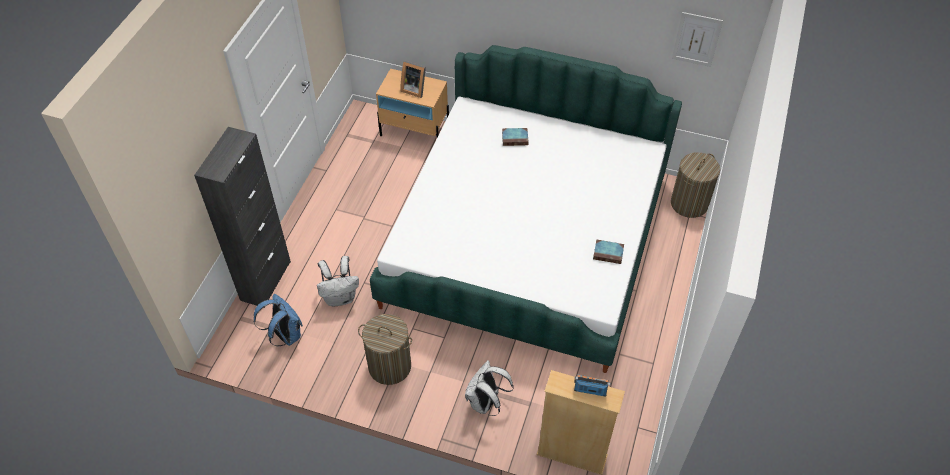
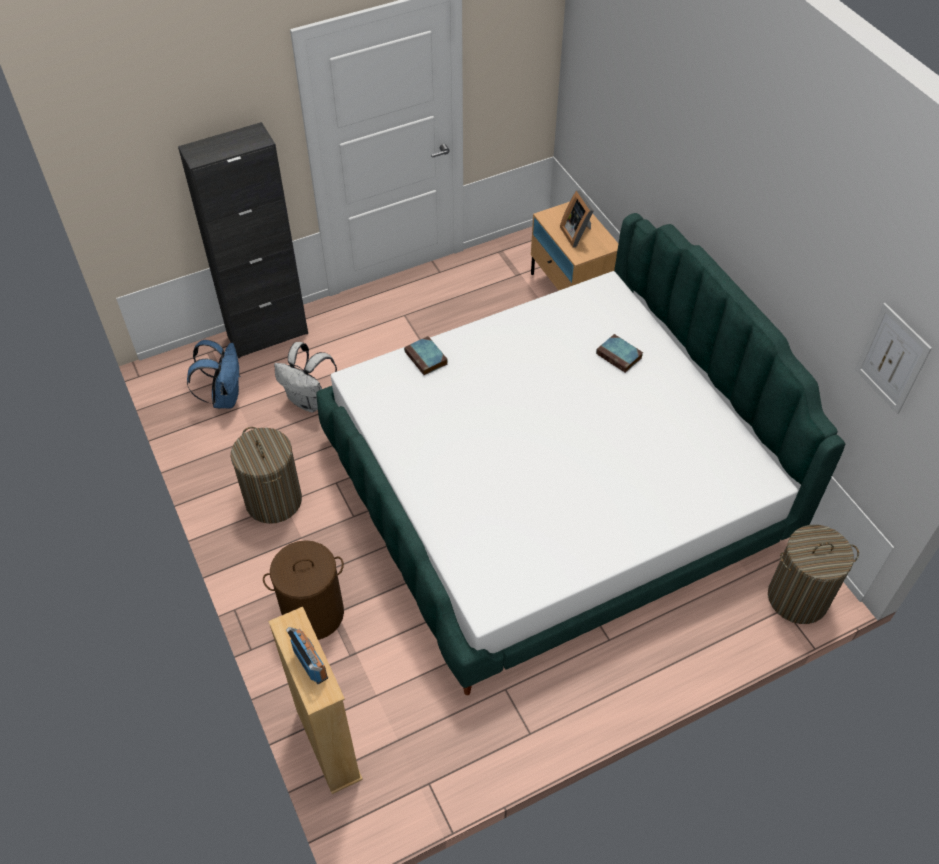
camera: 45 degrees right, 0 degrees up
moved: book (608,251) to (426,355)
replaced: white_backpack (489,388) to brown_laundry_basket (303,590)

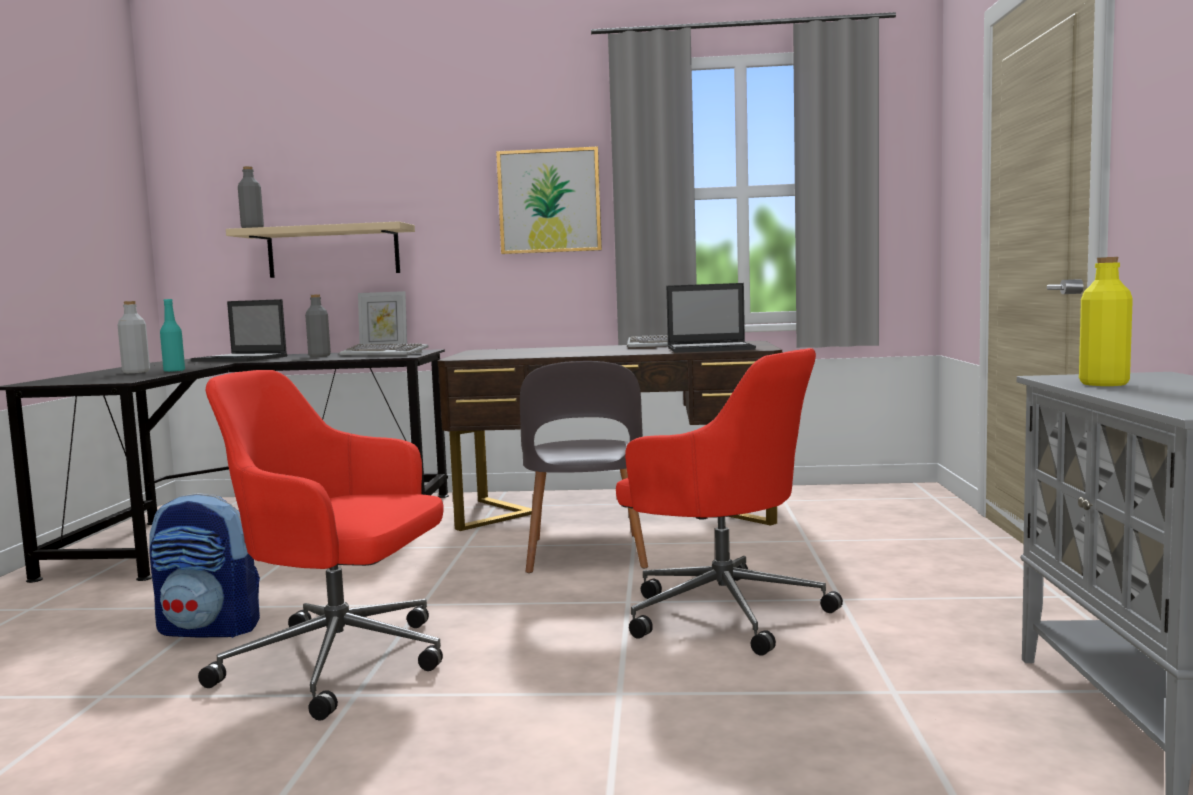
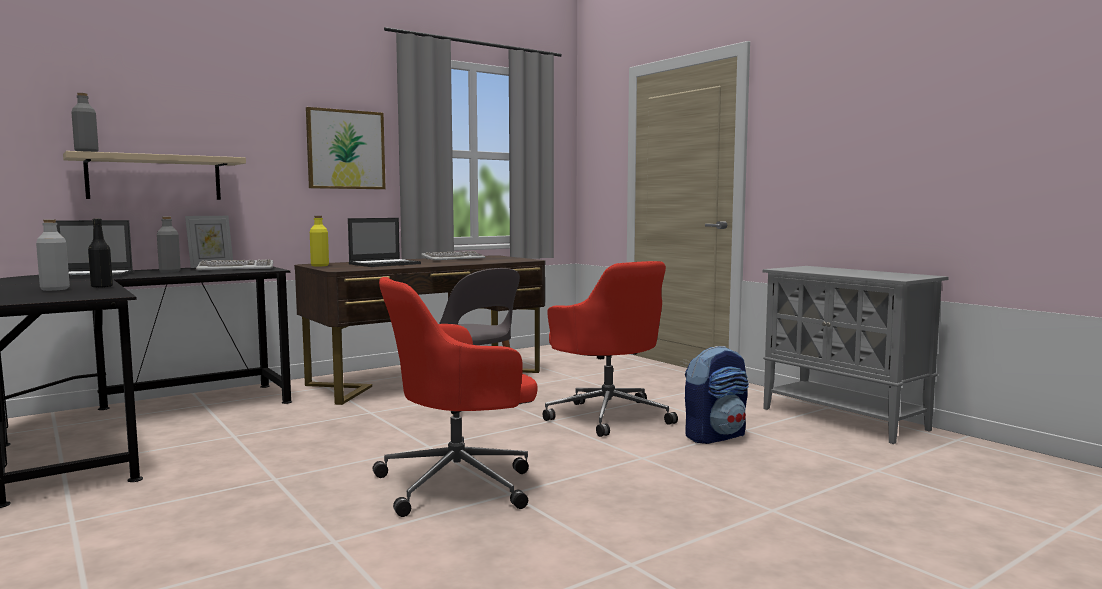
camera: 40 degrees left, 0 degrees up
moved: backpack (205,565) to (717,395); laptop (711,318) to (384,242); yellow_bottle (1106,321) to (319,241)
recoloured: turquoise_bottle (172,335) to black_bottle (100,253)
turned: red_office_chair (729,502) = (610,349) 60 degrees clockwise

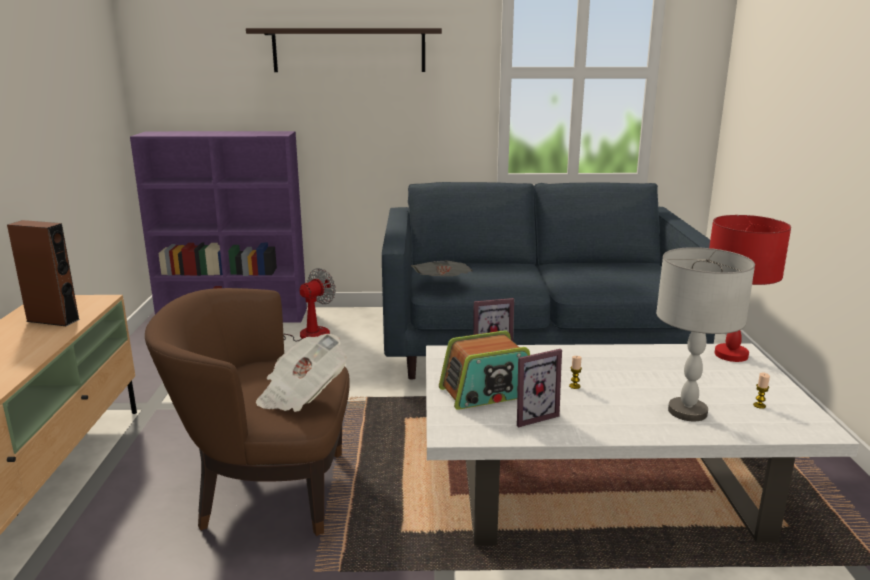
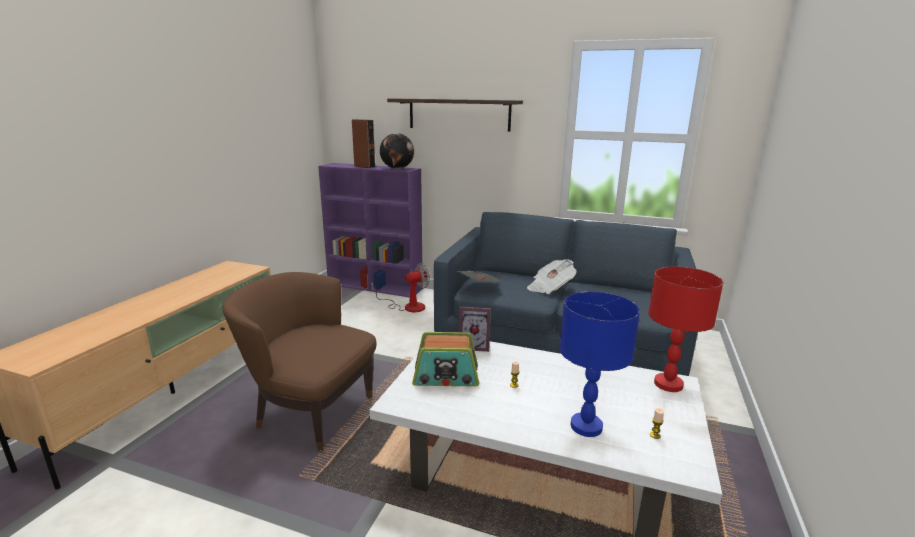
camera: 20 degrees right, 0 degrees up
removed: picture_frame (539,388)
added: globe (397,151)
moved: brown_speaker (43,273) to (363,143); newspaper (301,373) to (551,276)
recoloured: grey_table_lamp (705,334) to blue_table_lamp (599,364)

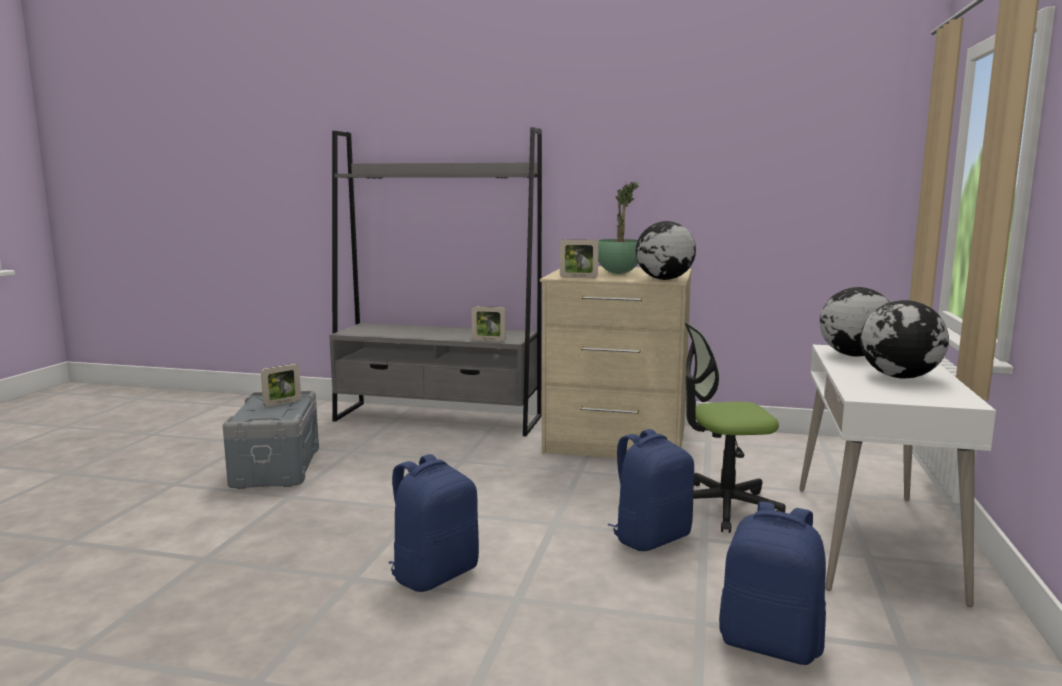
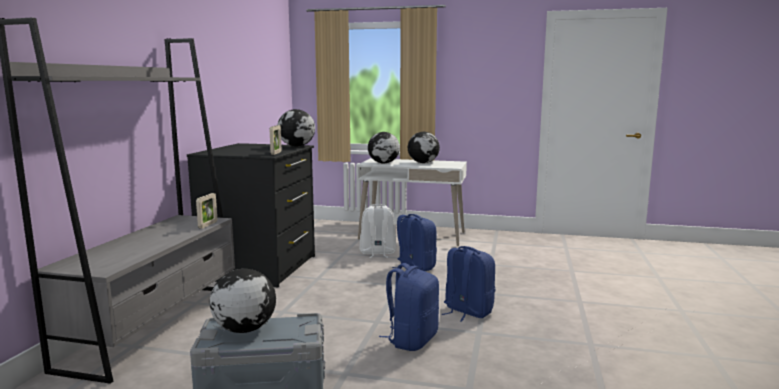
camera: 90 degrees left, 0 degrees up
removed: potted_plant (618,228)
moved: blue_backpack (772,583) to (409,307)
replaced: picture_frame (281,385) to globe (242,301); office_chair (735,427) to white_backpack (377,231)
recoloured: beige_dresser (616,362) to black_dresser (251,215)

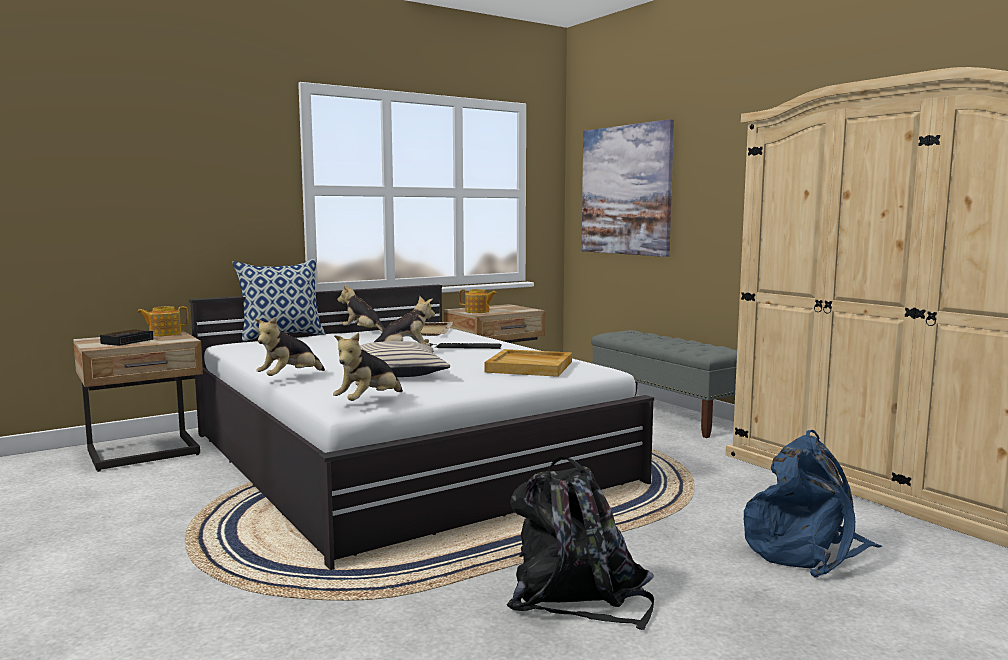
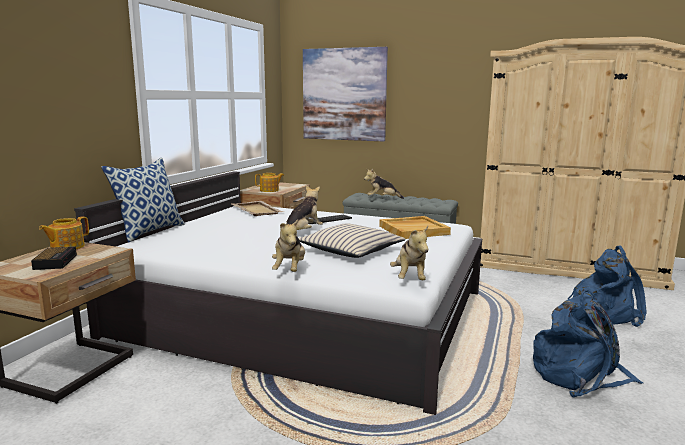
camera: 35 degrees left, 5 degrees up
moved: plush_toy (361,308) to (384,184)
recoloured: black_backpack (580,543) to blue_backpack (588,343)

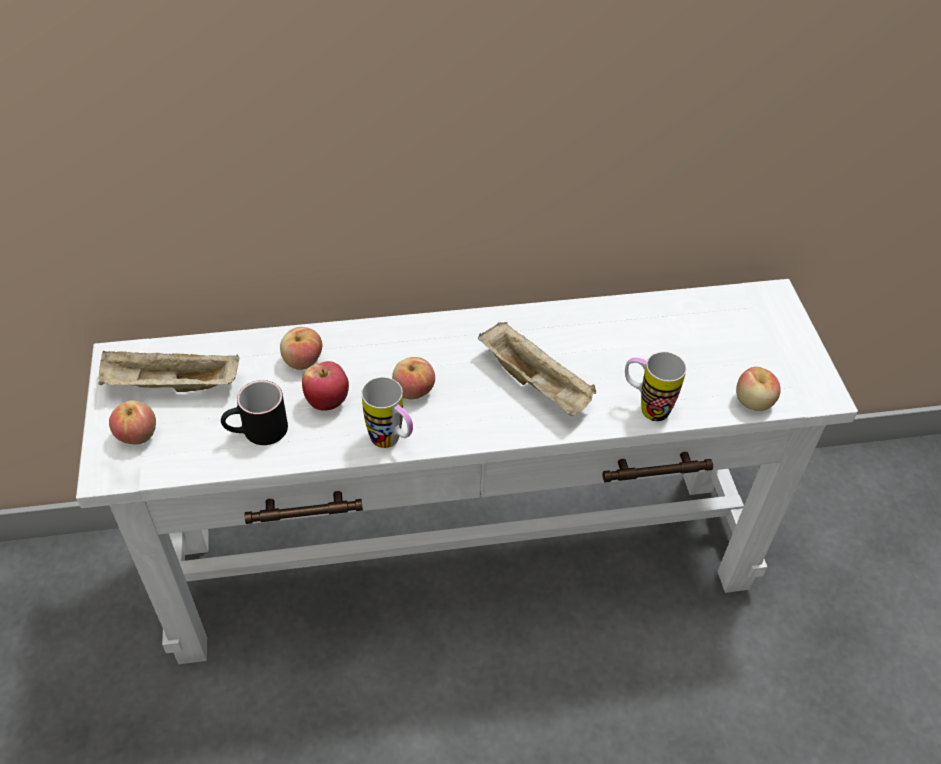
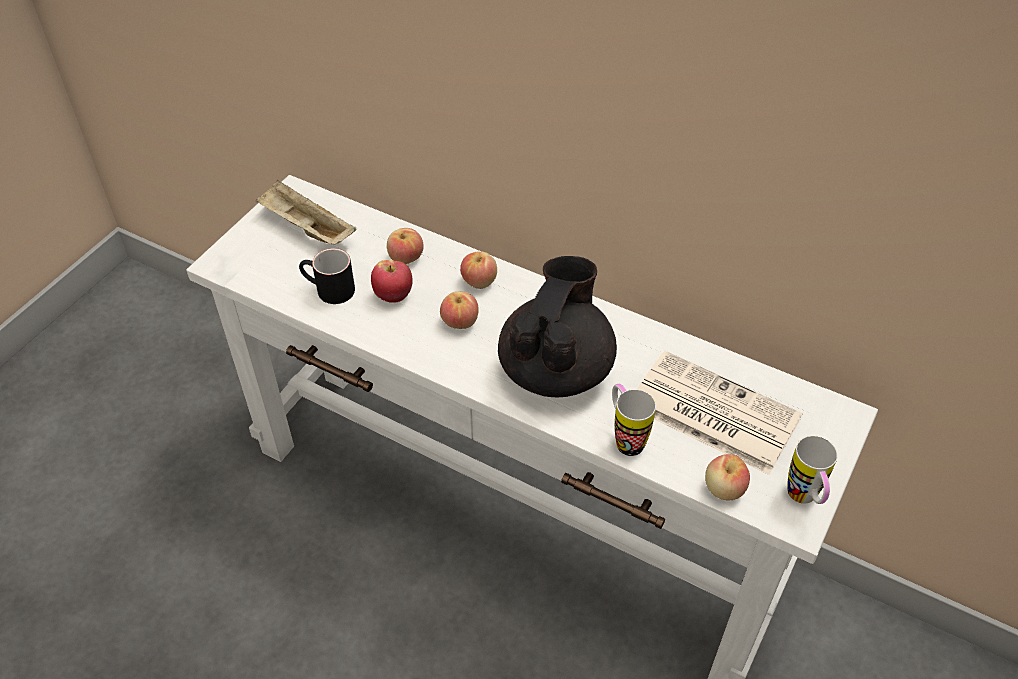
camera: 40 degrees right, 0 degrees up
added: newspaper (720,413)
moved: apple (132,422) to (478,270); mug (387,412) to (812,470)
replaced: beige_tray (536,369) to black_teapot (557,326)

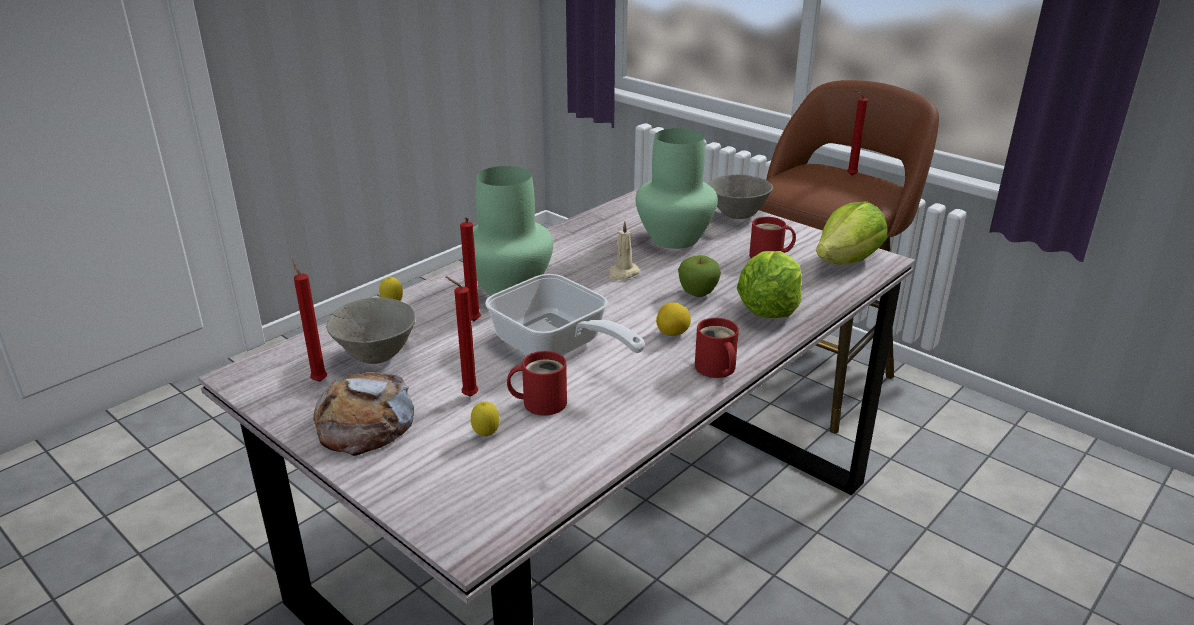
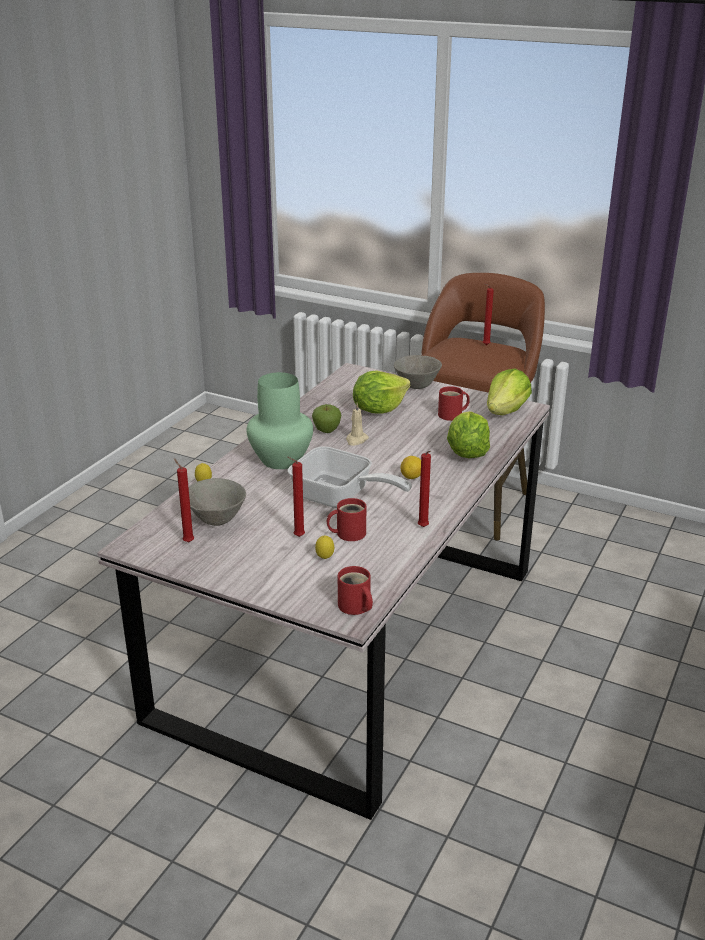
camera: 15 degrees left, 0 degrees up
removed: bread (363,414)
moved: red_candle (470,269) to (424,489); apple (699,276) to (326,418); red_mug (717,348) to (355,590)
replaced: green_vase (677,188) to lettuce (381,392)

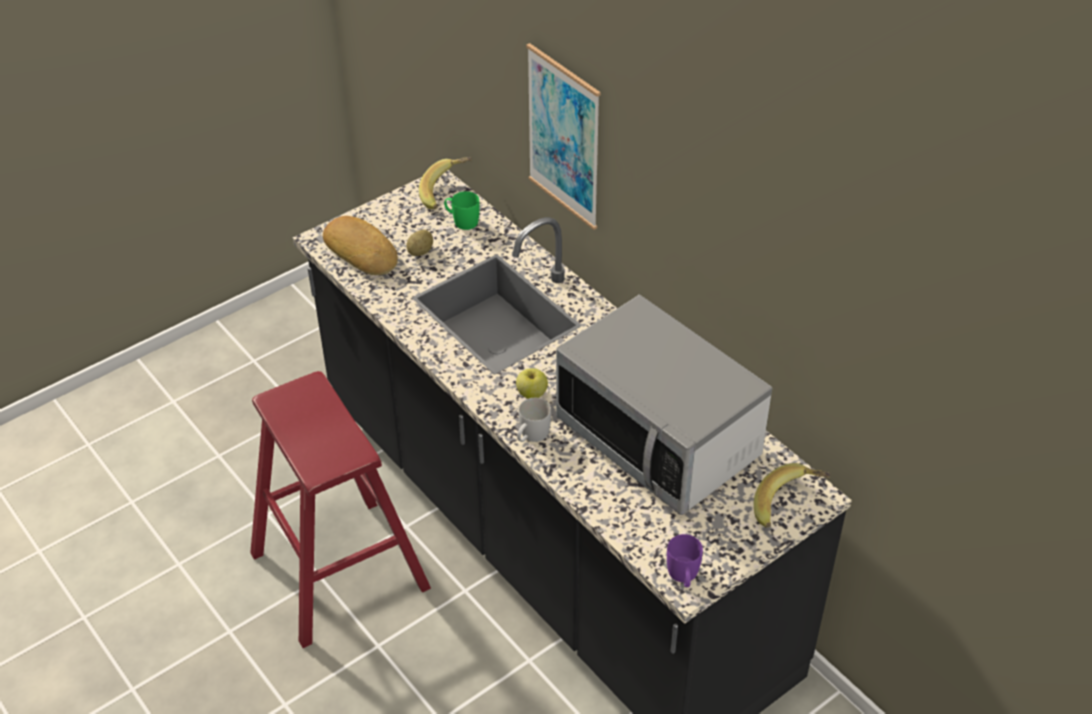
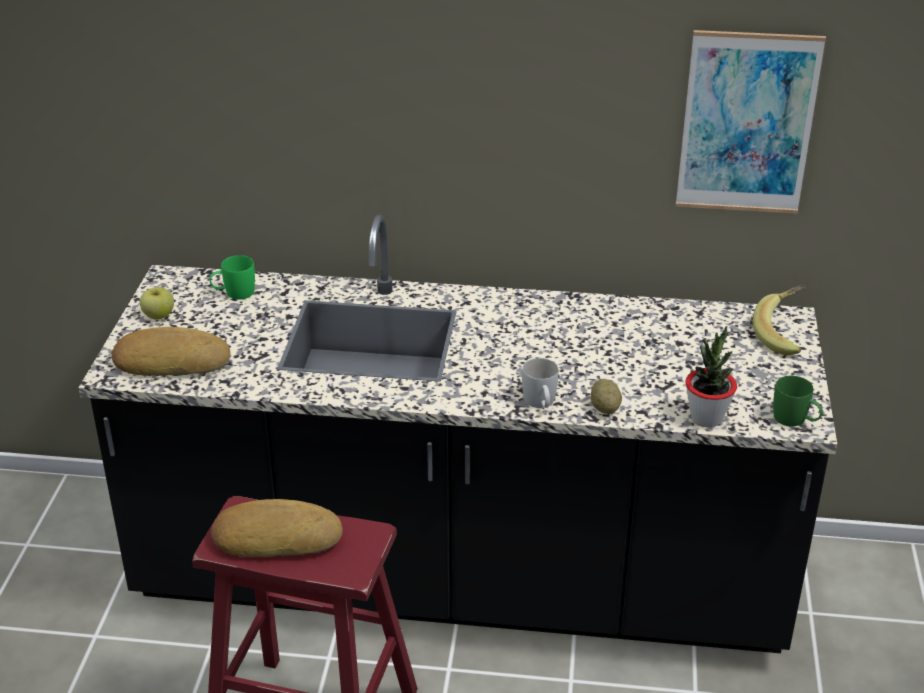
camera: 45 degrees left, 10 degrees down
removed: banana (445,183); microwave (664,405)
added: bread (277,528); potted_plant (711,376)
moved: potato (419,243) to (606,396); apple (532,383) to (157,303); picture (563,136) to (751,122)
recoloured: purple_mug (685,560) to green_mug (798,401)

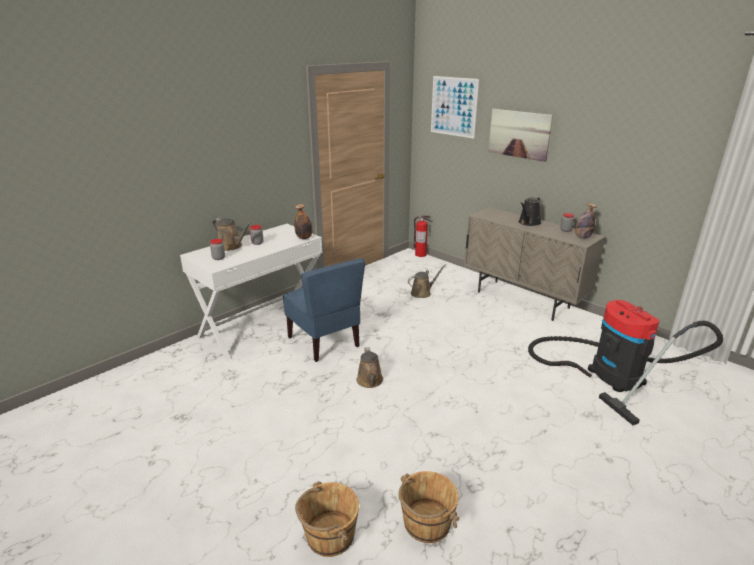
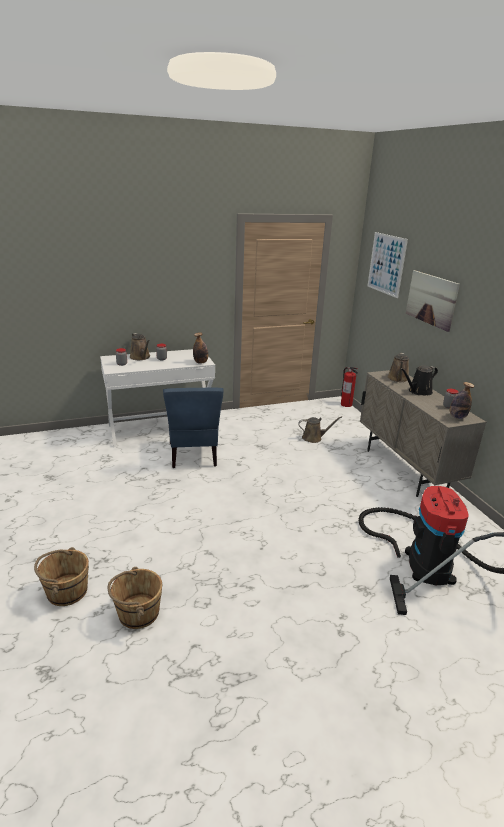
camera: 25 degrees right, 0 degrees up
moved: brown_watering_can (370,367) to (398,367)

